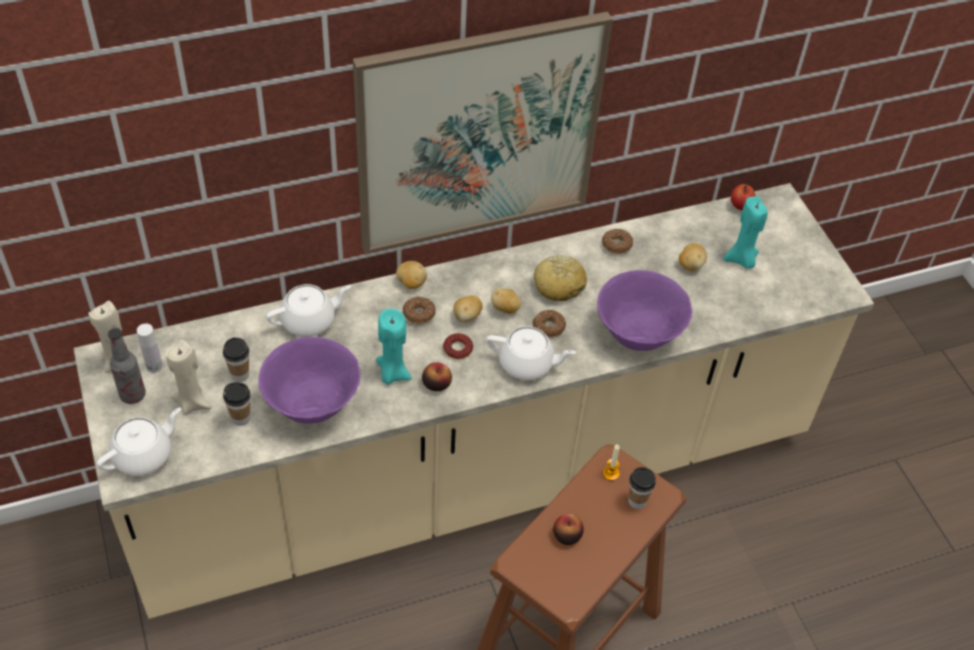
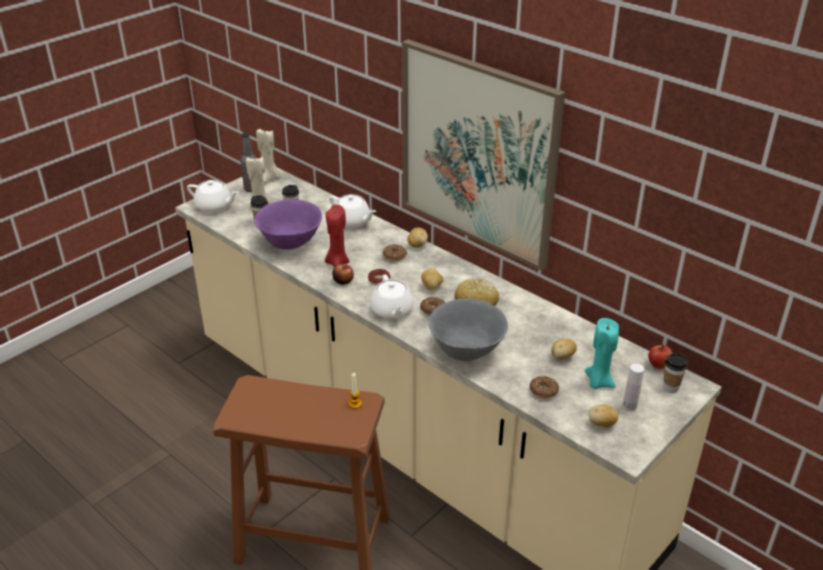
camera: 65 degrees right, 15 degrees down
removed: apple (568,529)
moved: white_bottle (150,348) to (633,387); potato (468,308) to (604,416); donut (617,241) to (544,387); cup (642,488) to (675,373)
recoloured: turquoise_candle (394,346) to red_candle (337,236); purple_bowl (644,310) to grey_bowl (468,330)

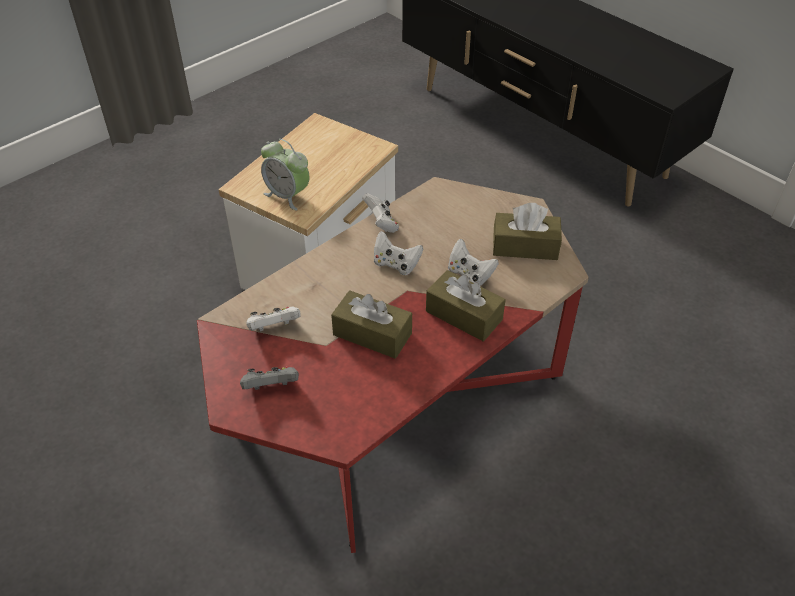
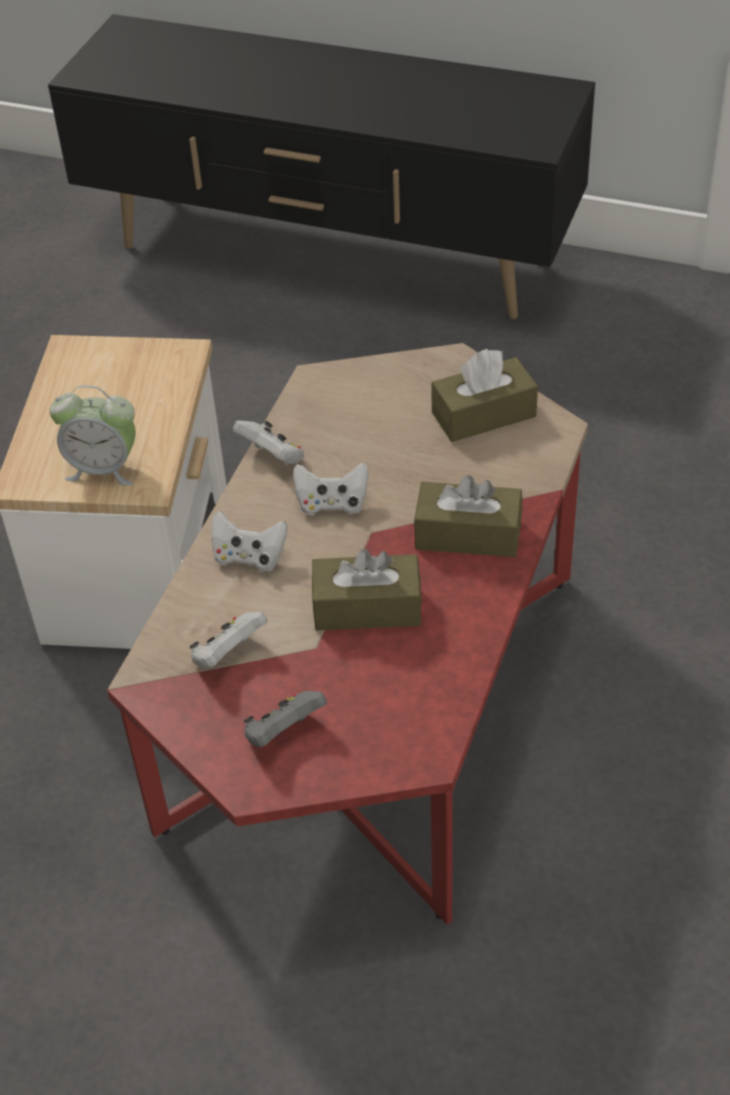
camera: 25 degrees left, 0 degrees up
moved: white_game_controller (473,262) to (249,541)

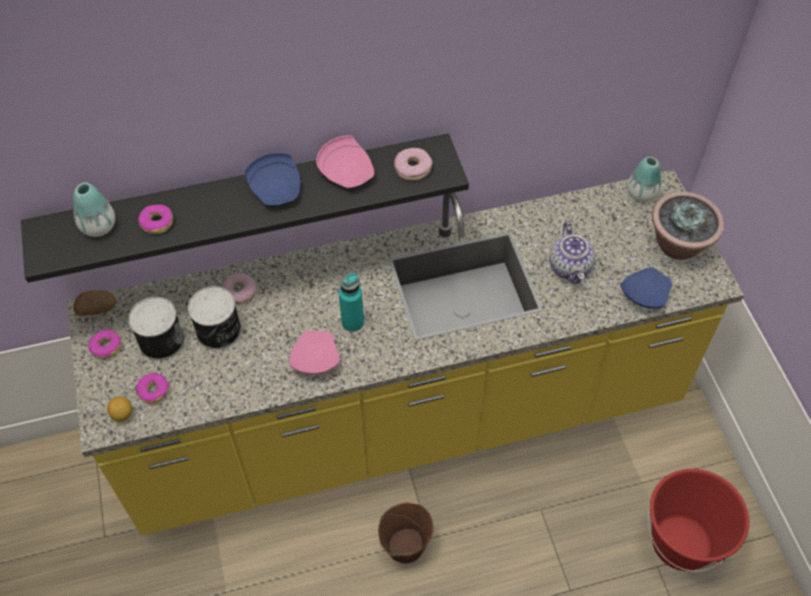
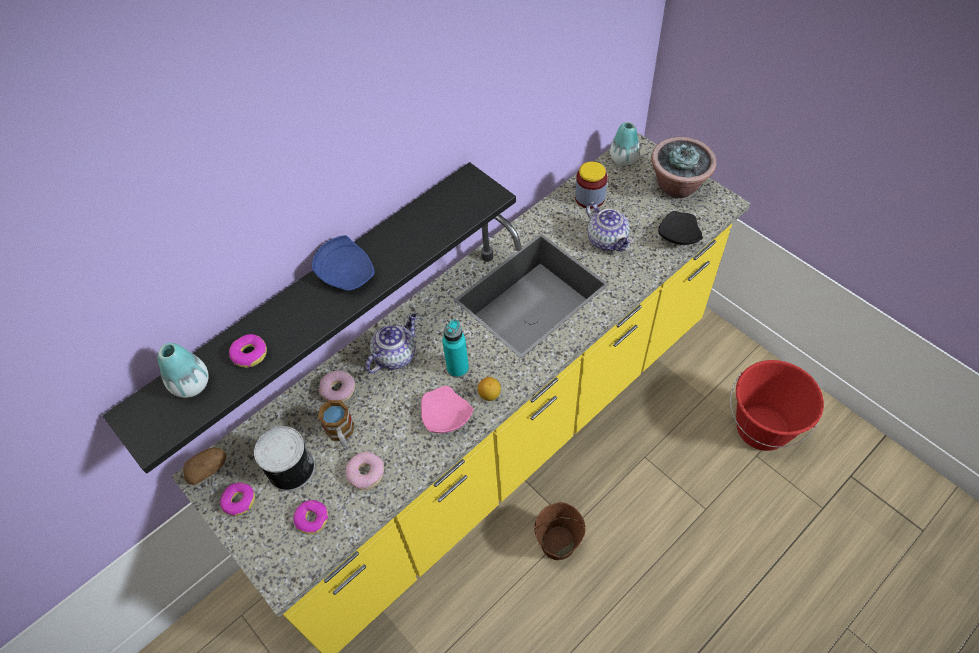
camera: 25 degrees left, 0 degrees up
removed: pink_plate (345,161)
added: teapot (391,343); jar (591,185)
moved: lemon (120,409) to (489,389); donut (413,164) to (365,470)
replaced: can (214,318) to mug (336,423)
recoloured: blue_plate (646,288) to black_plate (680,228)

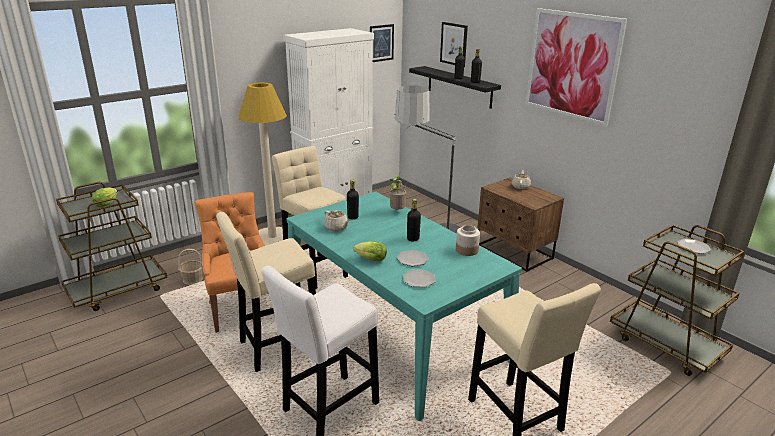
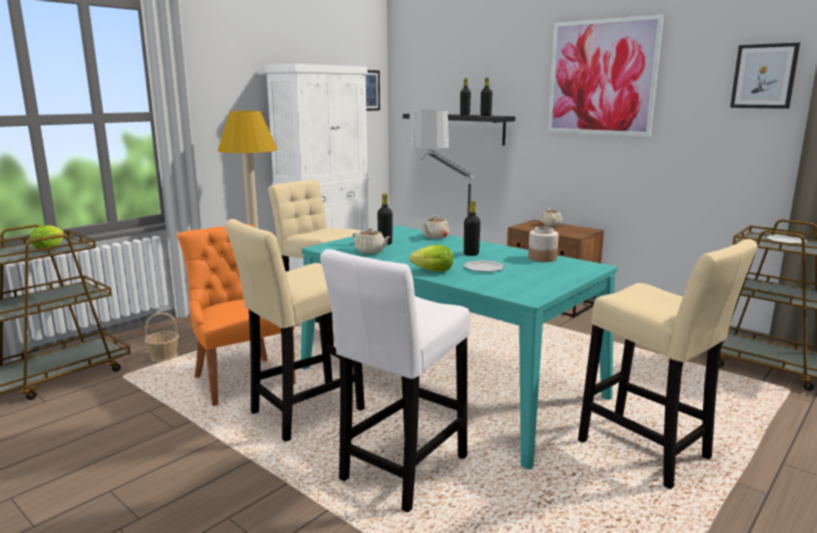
camera: 10 degrees left, 10 degrees down
removed: plate (419,278)
moved: picture (454,44) to (765,76)
replaced: potted_plant (397,191) to beige_teapot (436,227)

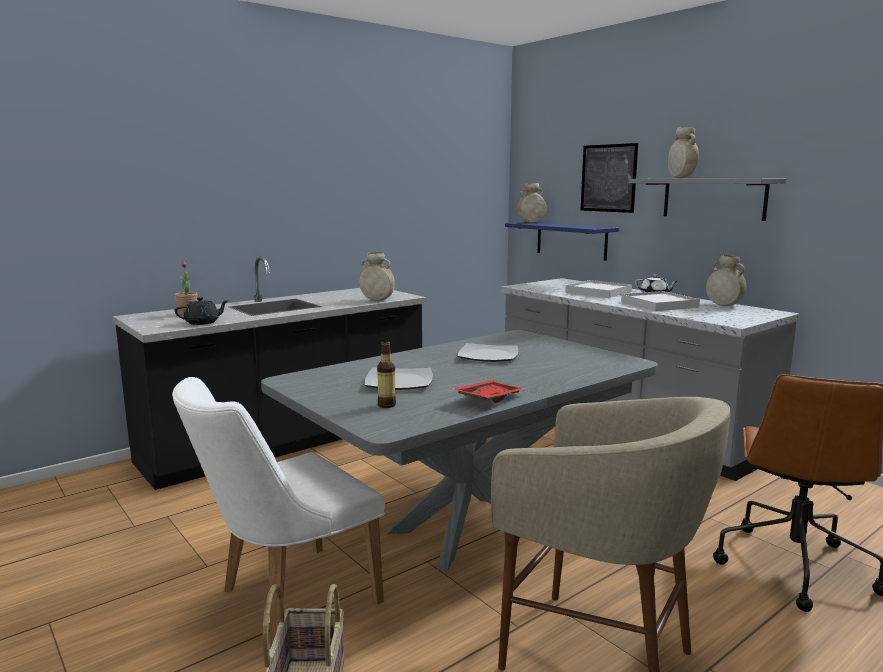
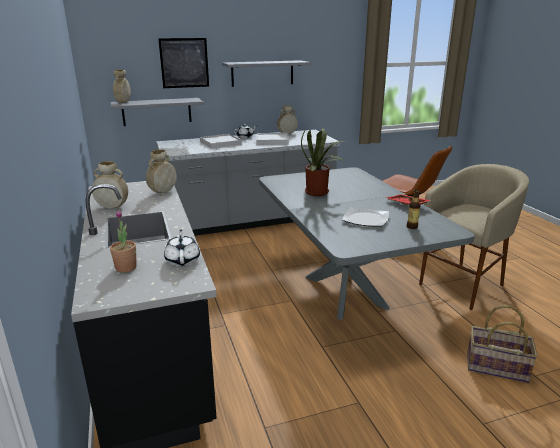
camera: 70 degrees left, 10 degrees up
removed: white_chair (278,511)
moved: beige_vase (683,152) to (110,184)
replaced: plate (488,352) to potted_plant (323,162)
recoloured: black_teapot (202,311) to white_teapot (182,247); blue_shelf (562,241) to grey_shelf (157,112)

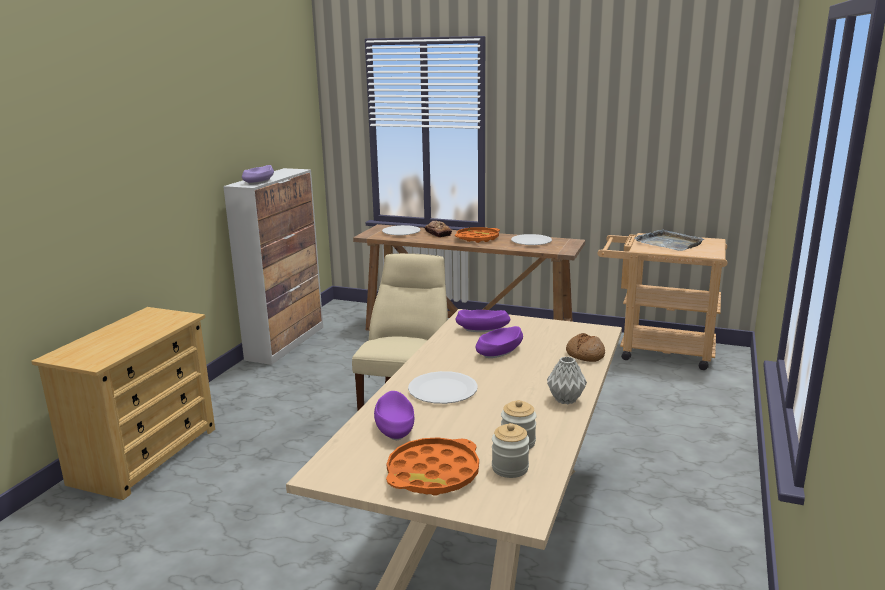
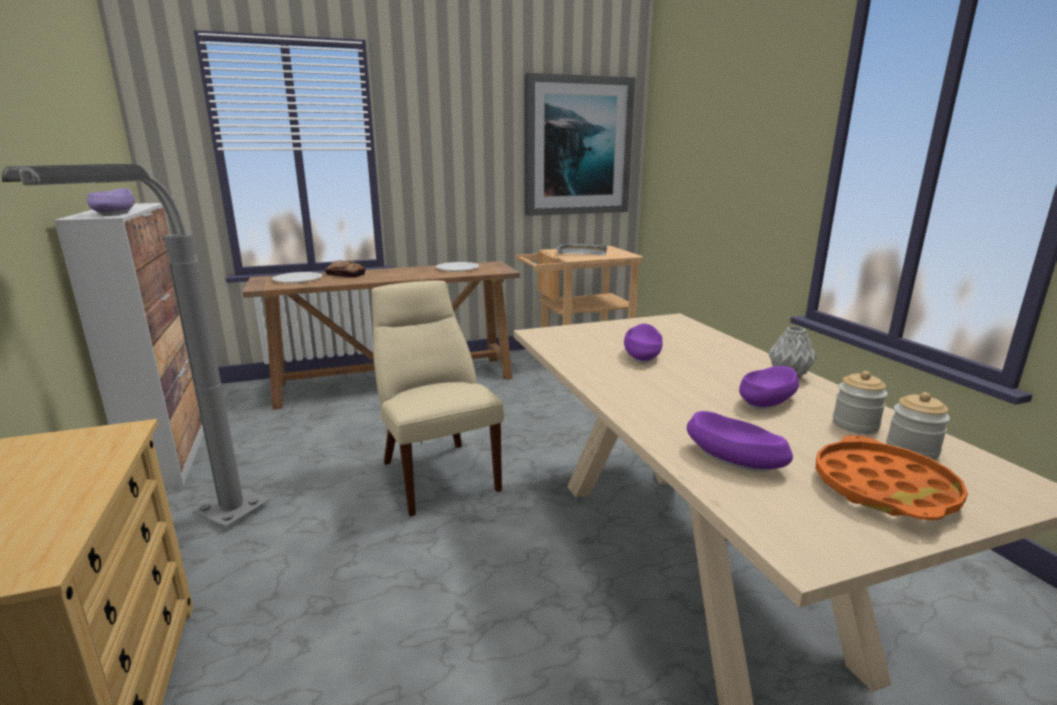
camera: 40 degrees left, 0 degrees up
removed: white_plate (443,387); orange_tray (477,235); bread (585,347)
added: grey_floor_lamp (136,345); picture (580,144)
moved: purple_bowl (482,321) to (769,388)

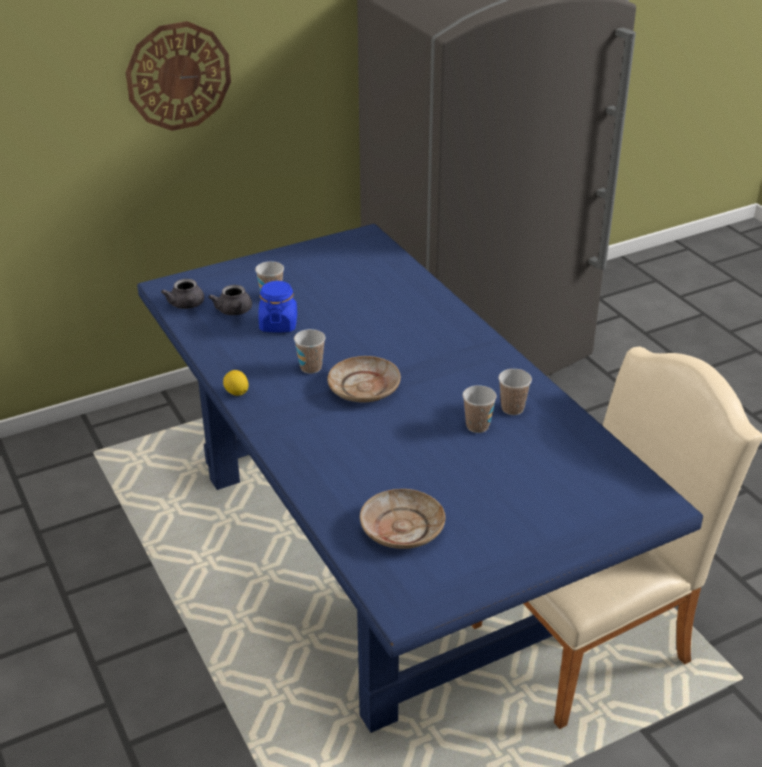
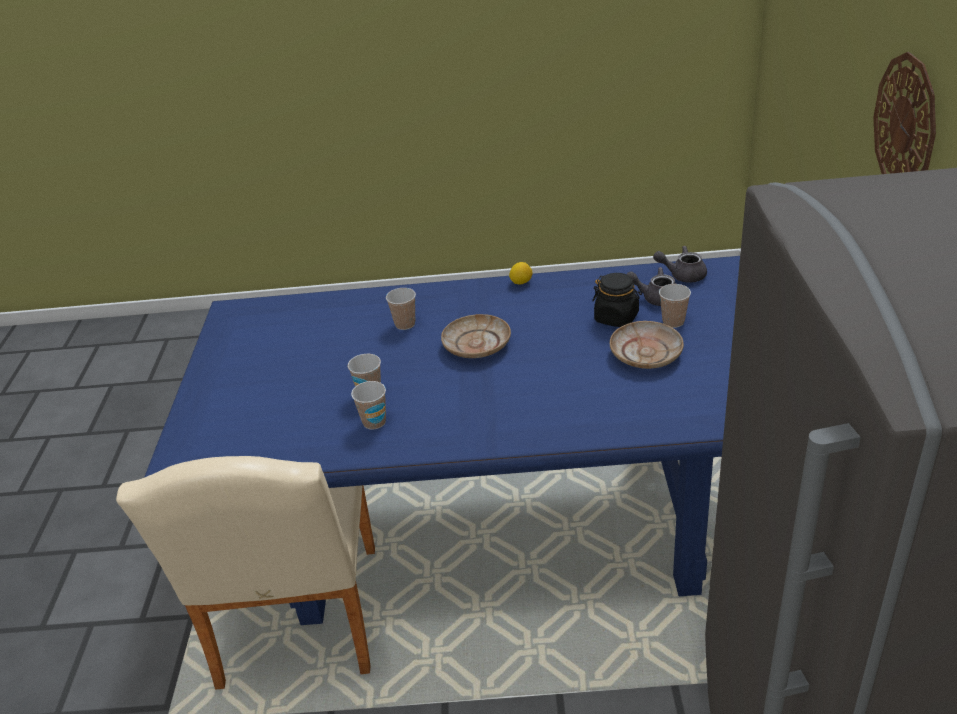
camera: 120 degrees right, 0 degrees up
moved: cup (309,351) to (401,309); beige_plate (402,519) to (647,345)
recoloured: blue_jar (277,306) to black_jar (617,300)

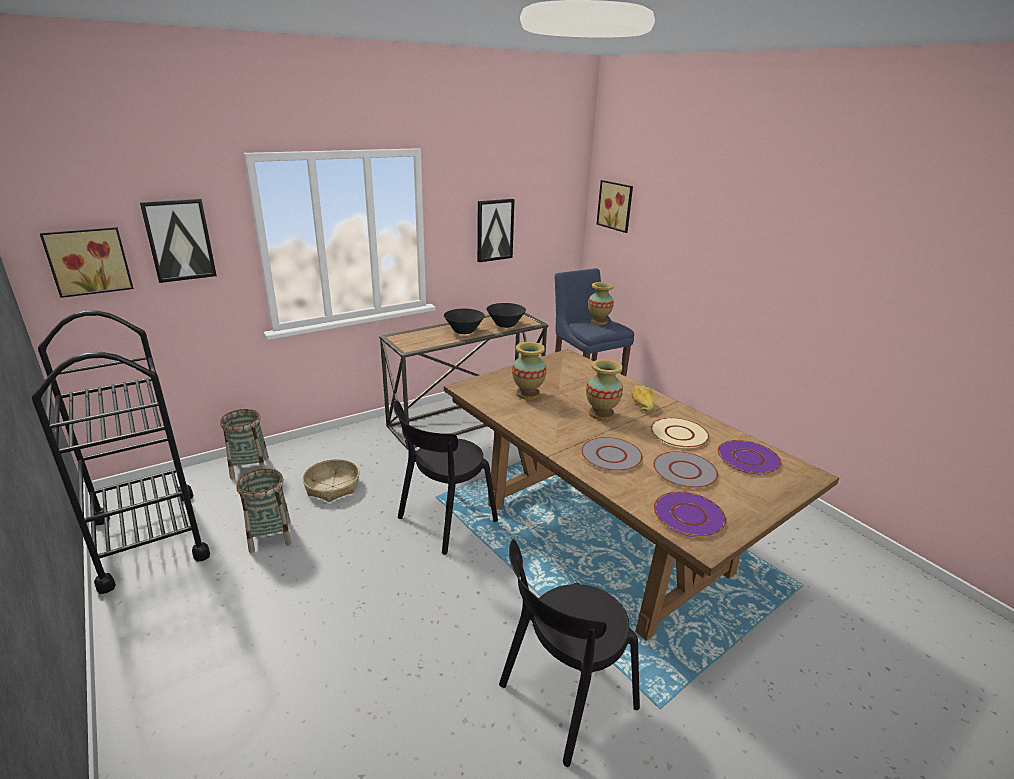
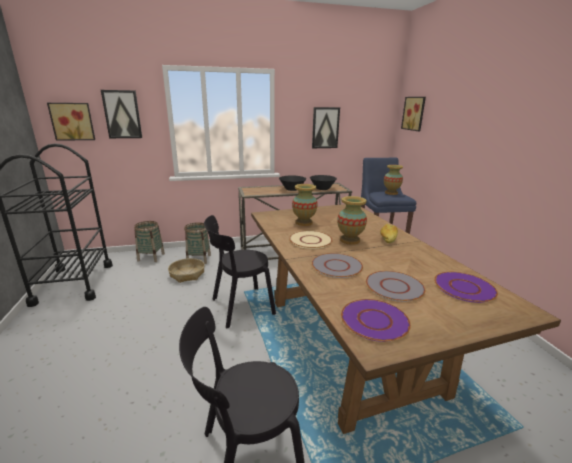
camera: 20 degrees right, 5 degrees down
moved: basket (264,510) to (197,243); beige_plate (680,433) to (310,240)

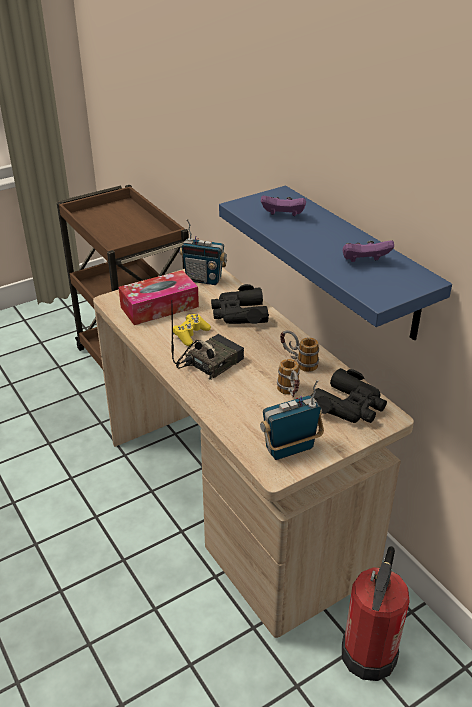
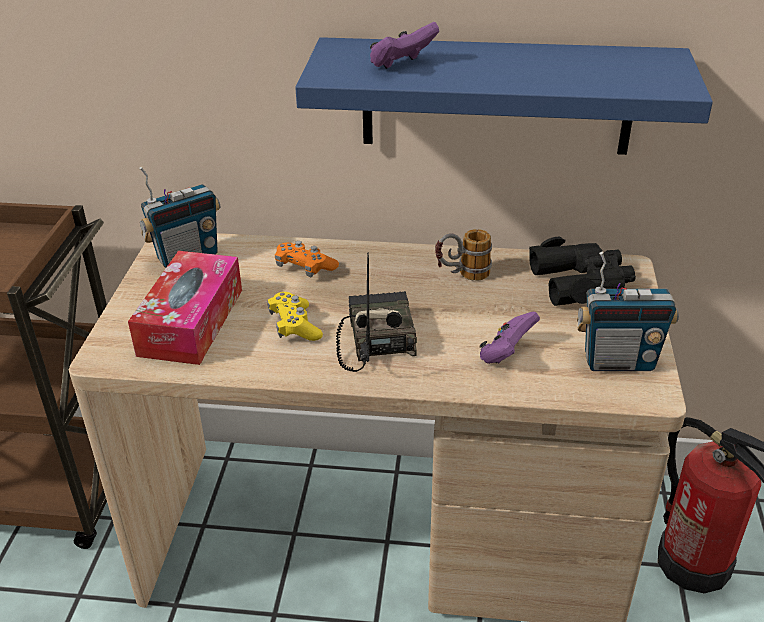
camera: 50 degrees left, 0 degrees up
removed: mug (288,378)
moved: purple_game_controller (368,251) to (509,338)
replaced: black_binoculars (240,304) to orange_game_controller (307,259)
turned: radio (292,419) = (628,311) 105 degrees counterclockwise

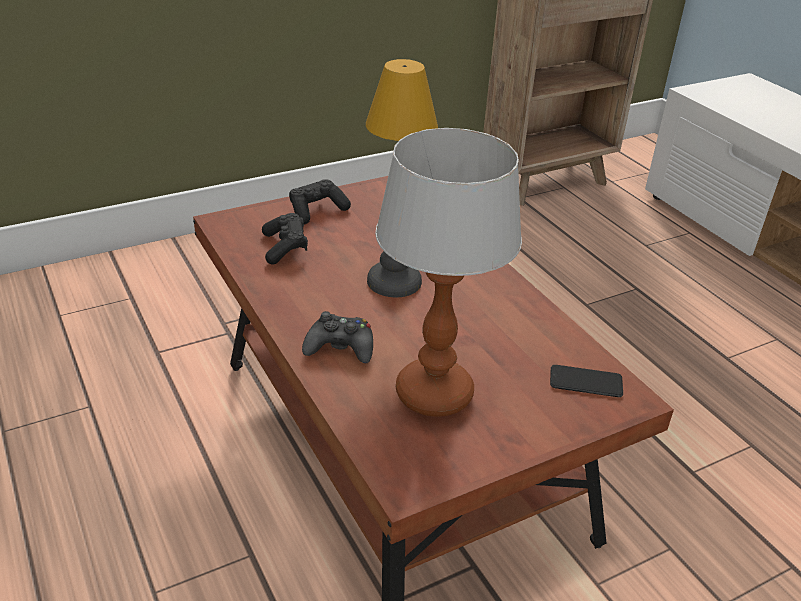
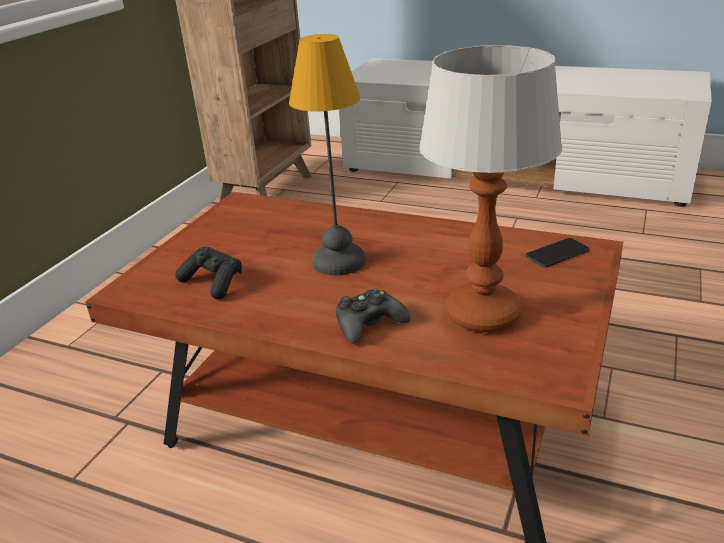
camera: 35 degrees left, 5 degrees down
removed: black_game_controller (320,202)

